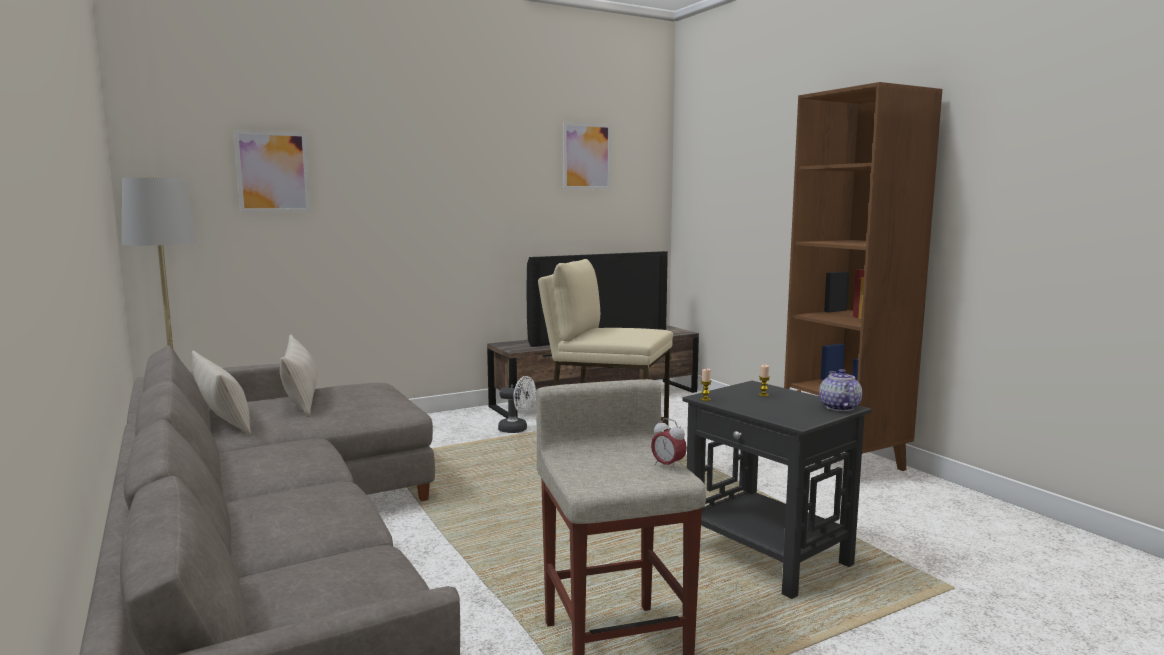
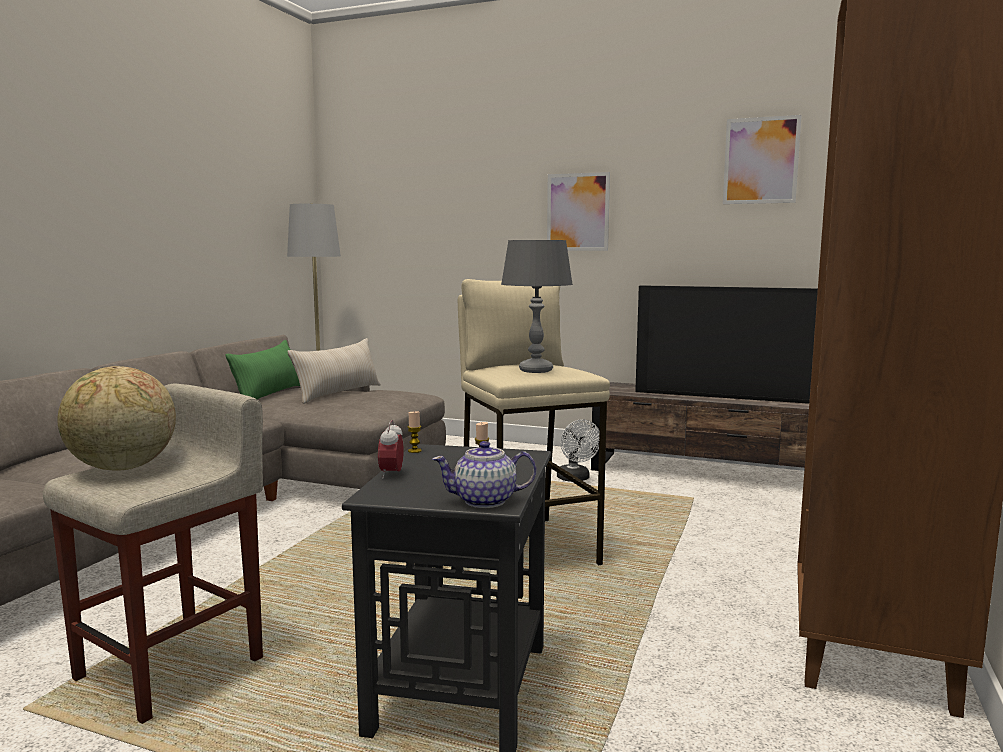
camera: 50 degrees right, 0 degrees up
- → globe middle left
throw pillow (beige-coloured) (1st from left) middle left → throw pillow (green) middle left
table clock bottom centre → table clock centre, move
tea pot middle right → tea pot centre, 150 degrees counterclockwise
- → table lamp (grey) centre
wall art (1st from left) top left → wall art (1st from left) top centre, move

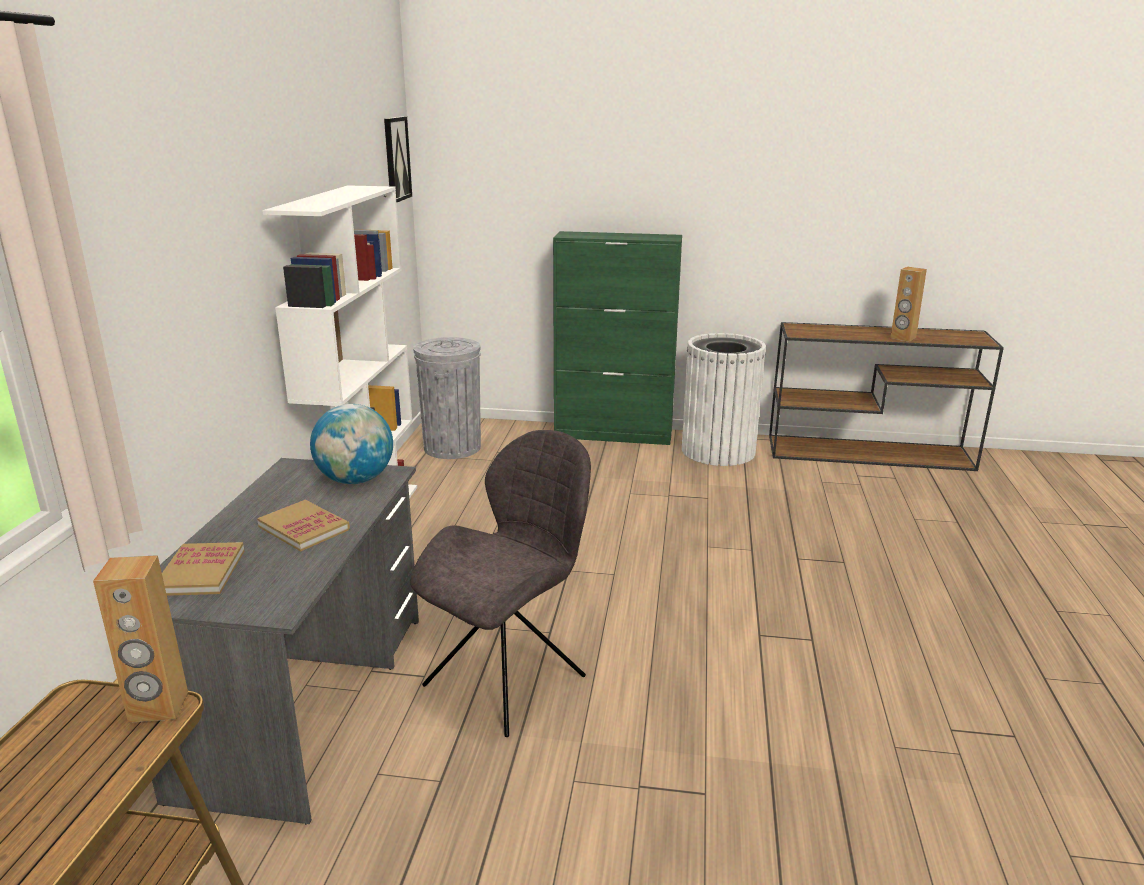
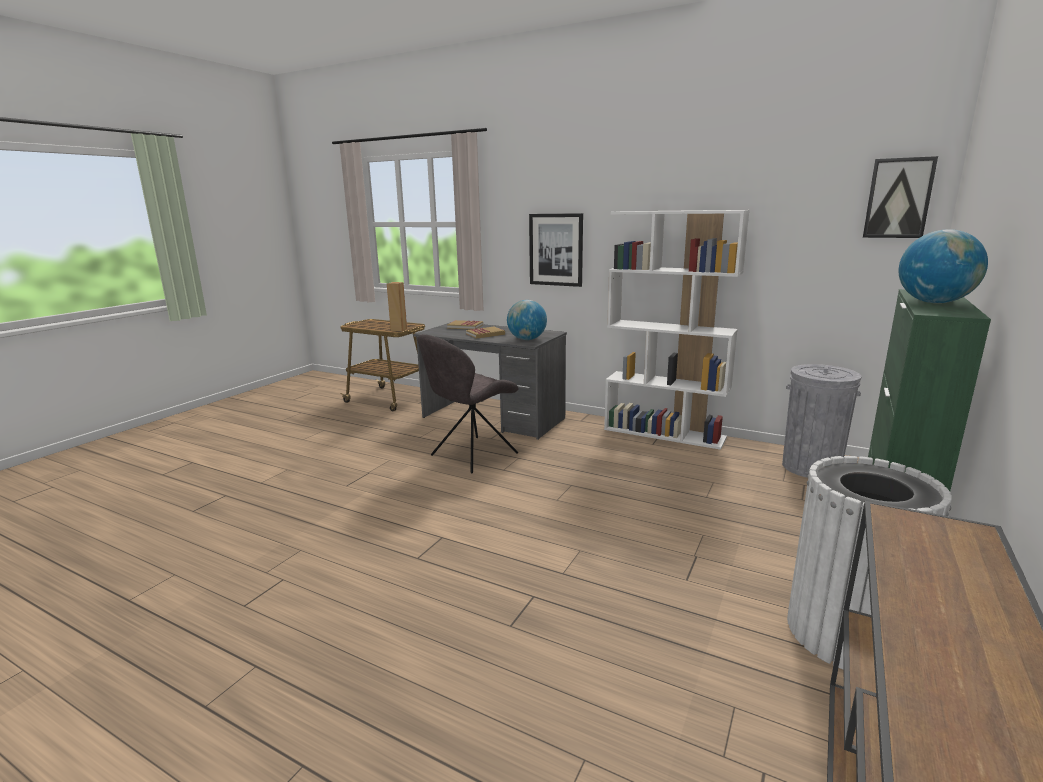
camera: 110 degrees right, 5 degrees down
plain chair (grey) centre, 75 degrees clockwise
- → wall art (1st from left) top centre
- → globe (2nd from left) middle right
loudspeaker (brown) (2nd from left) middle right → -

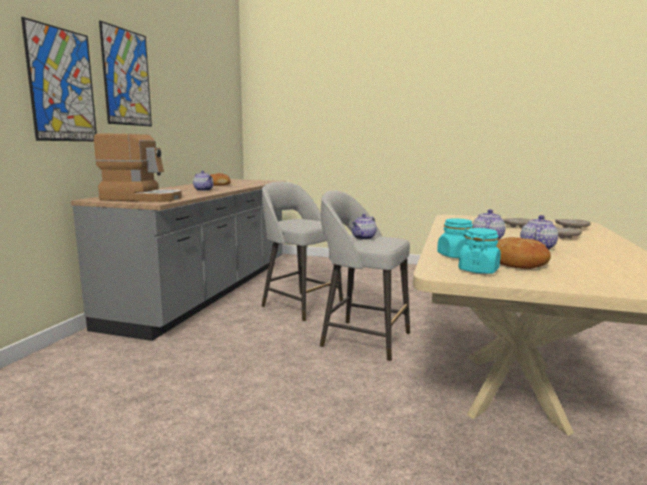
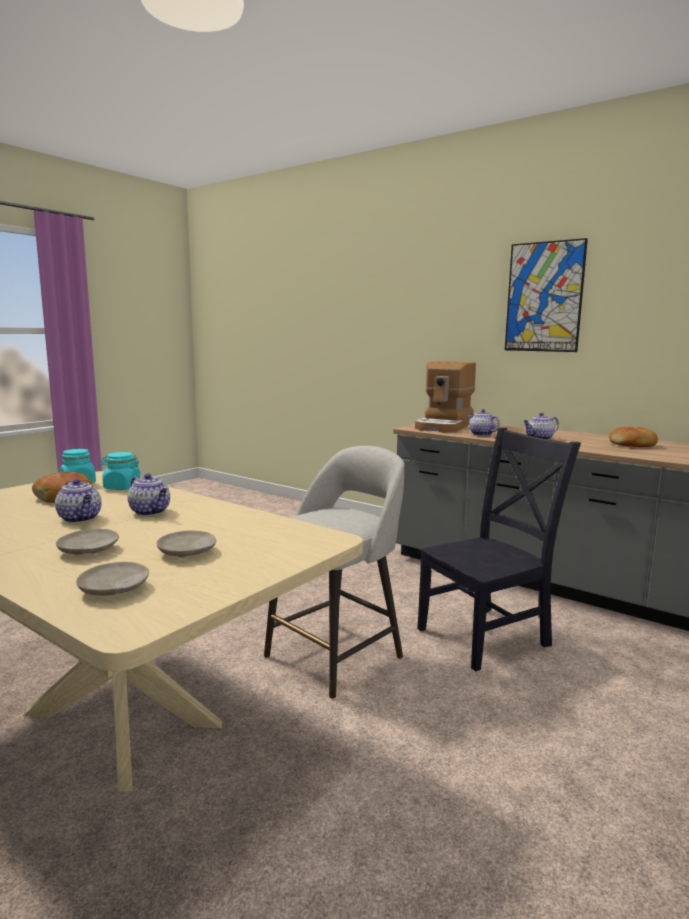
camera: 110 degrees right, 0 degrees up
stool (grey) (1st from left) centre → plain chair (black-coloured) middle right
tea pot (2nd from left in the first image) centre → tea pot (3rd from left) middle right, move
wall art (1st from left) top left → -

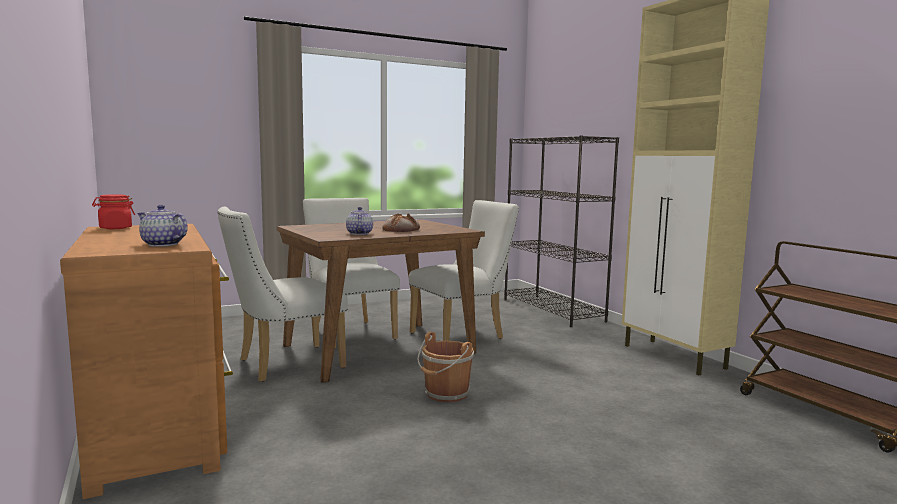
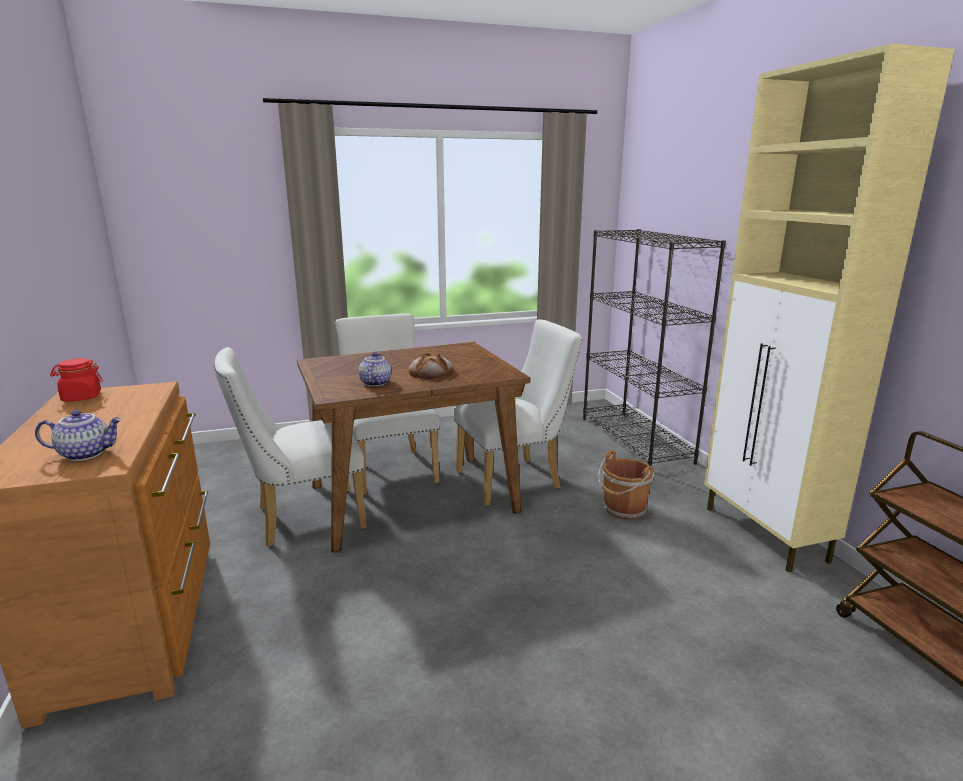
camera: 10 degrees right, 10 degrees up
tea pot (1st from left) middle left, 135 degrees clockwise
water bucket (brown) bottom centre → water bucket (brown) centre, move

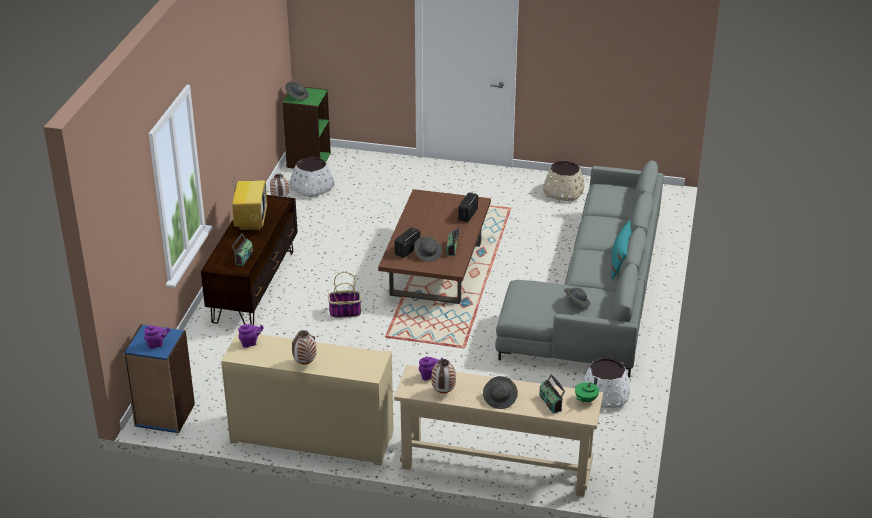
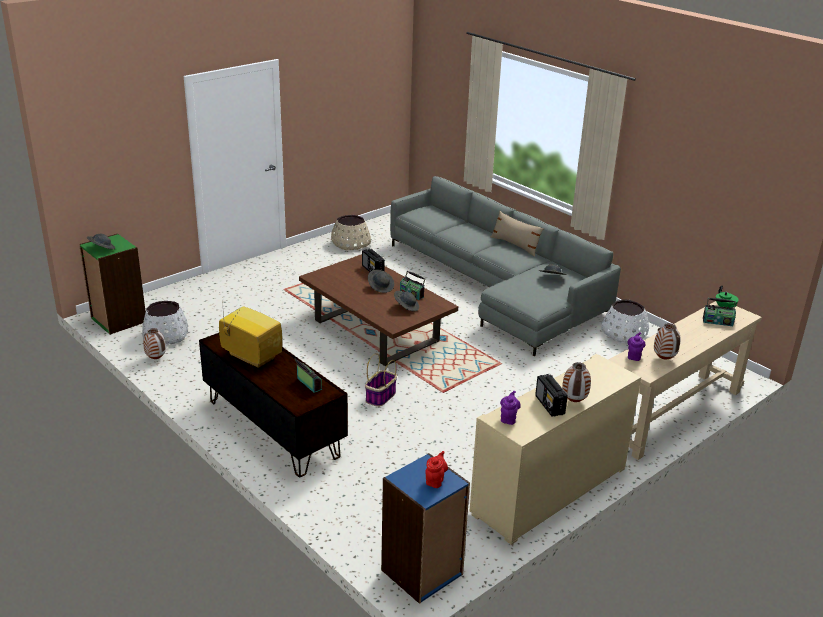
camera: 55 degrees left, 5 degrees down
clothing hat (grey) (3rd from left in the first image) bottom centre → clothing hat (grey) (2nd from left) centre, move
tea pot (purple-coloured) (1st from left) middle left → tea pot (reddish) bottom centre
throw pillow (turquoise-coloured) middle right → throw pillow (beige-coloured) centre
radio (2nd from left in the first image) centre → radio (4th from left) middle right, move

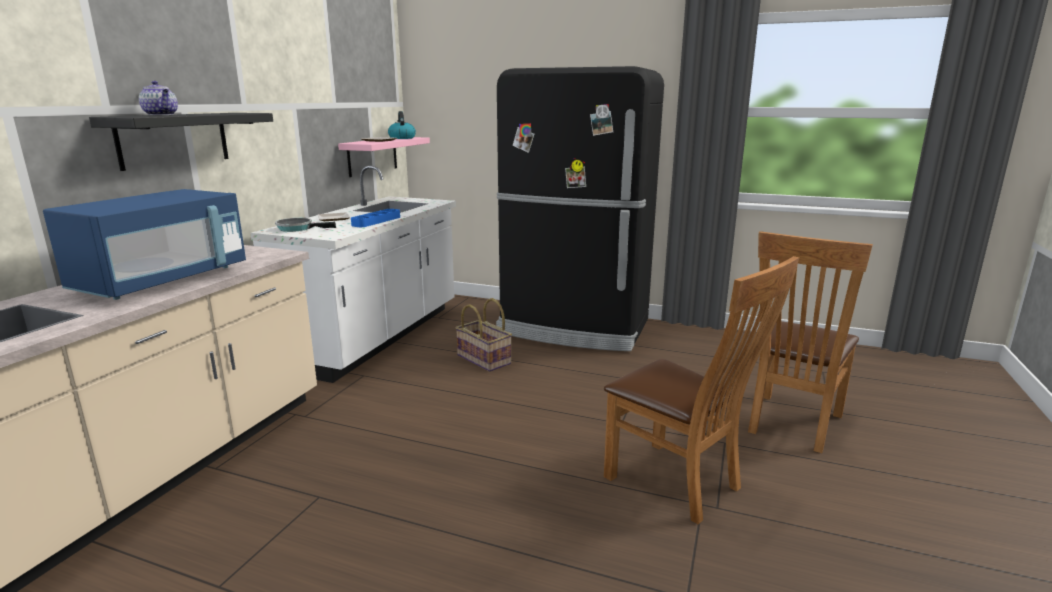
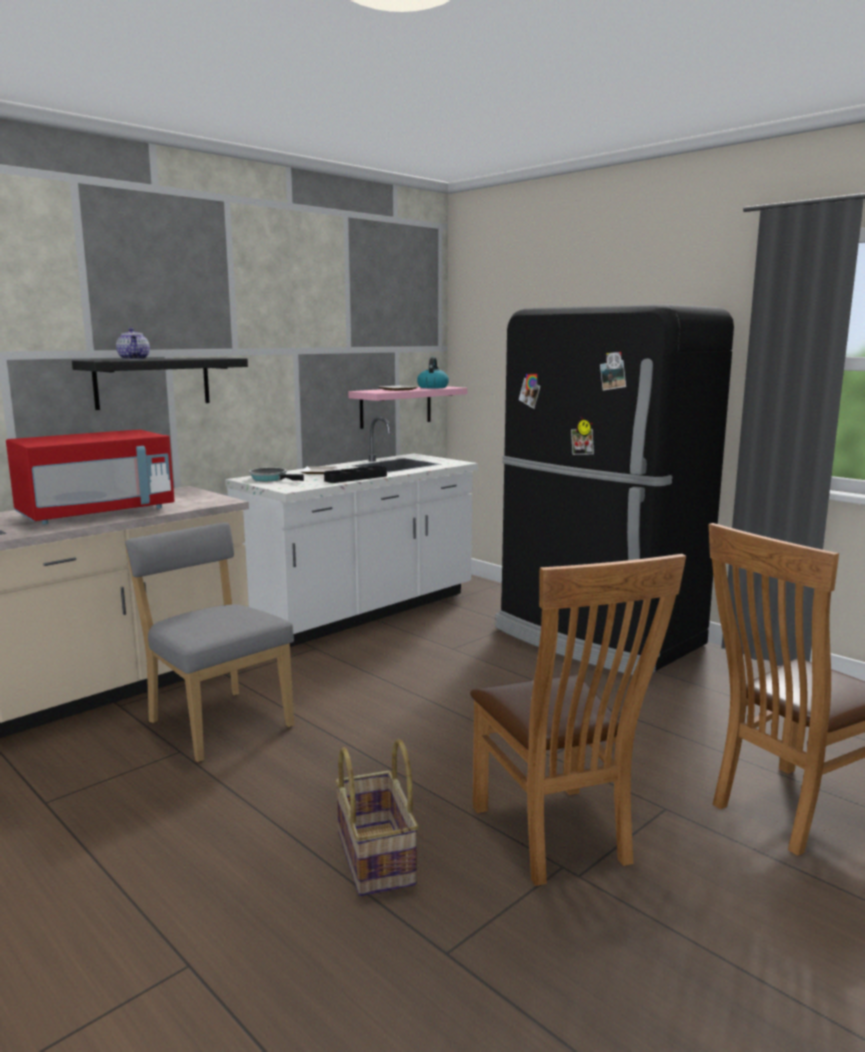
camera: 25 degrees right, 5 degrees down
microwave oven (bluish) middle left → microwave oven (reddish) middle left
- → plain chair (grey) middle left
carrying tray (bluish) centre → carrying tray (black-coloured) centre
basket centre → basket bottom centre, move

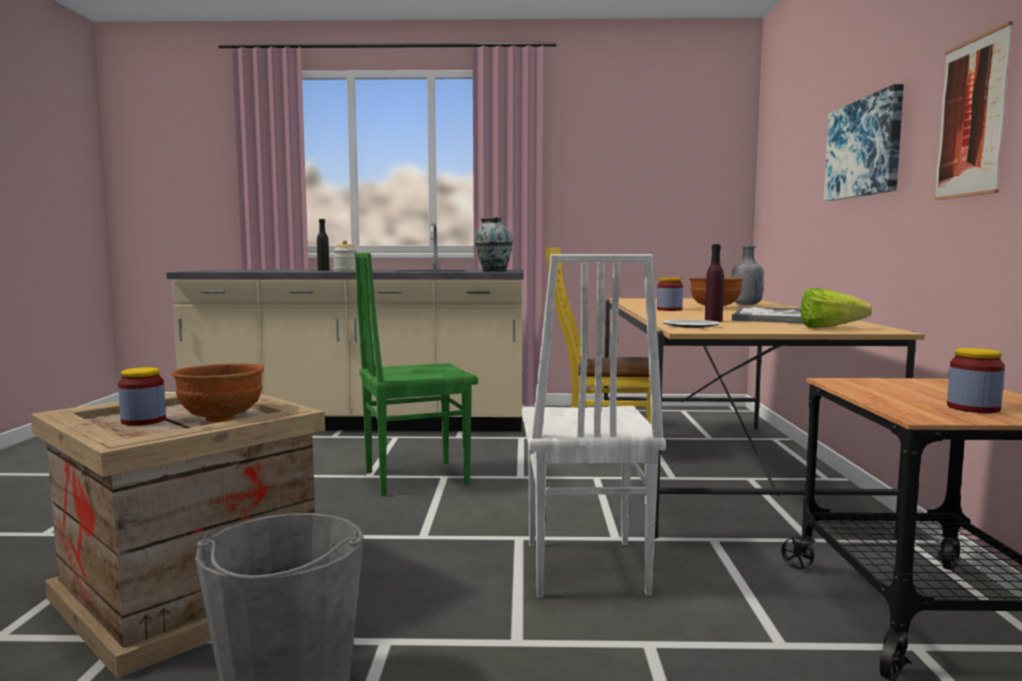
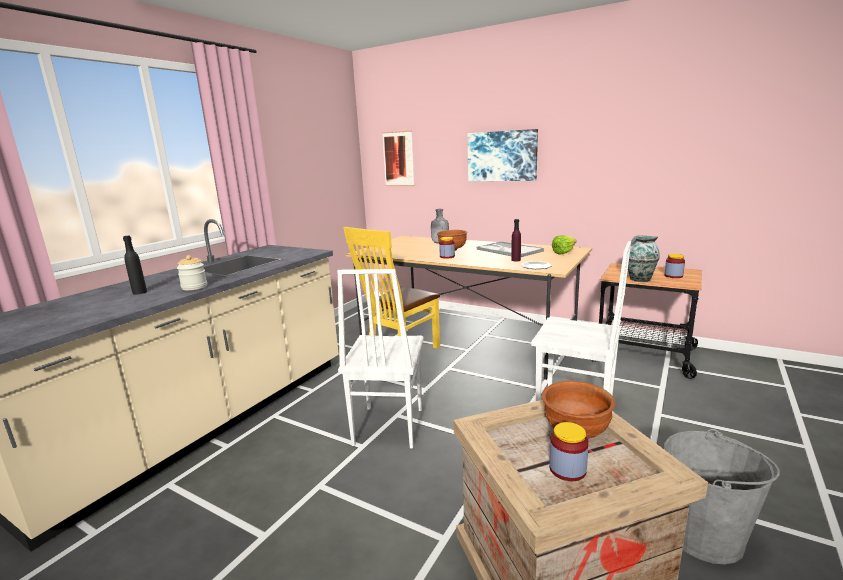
camera: 60 degrees left, 10 degrees up
plain chair (green) centre → plain chair (white-coloured) (1st from left) centre
wall art (2nd from left in the first image) top right → wall art (1st from left) top centre, move
vase centre → vase middle right, move

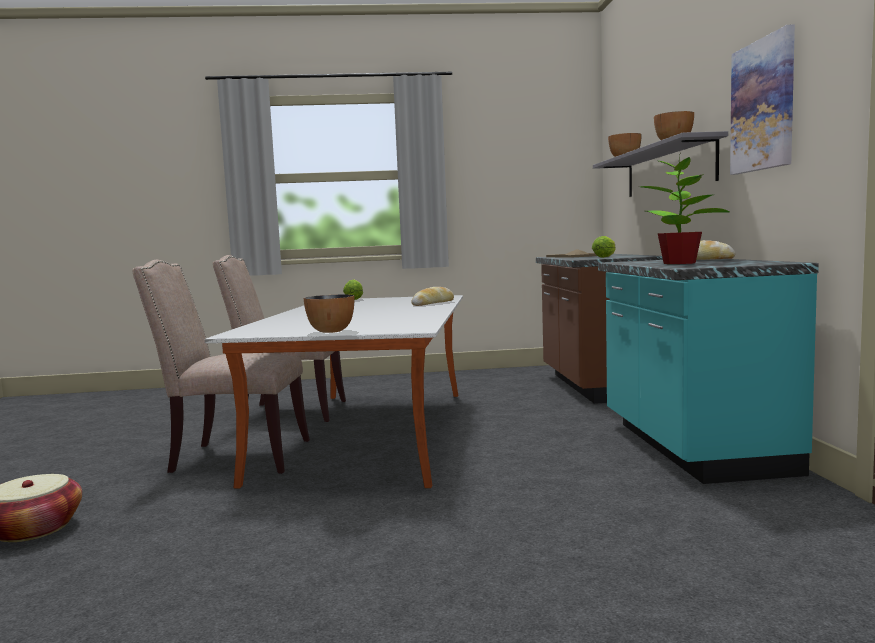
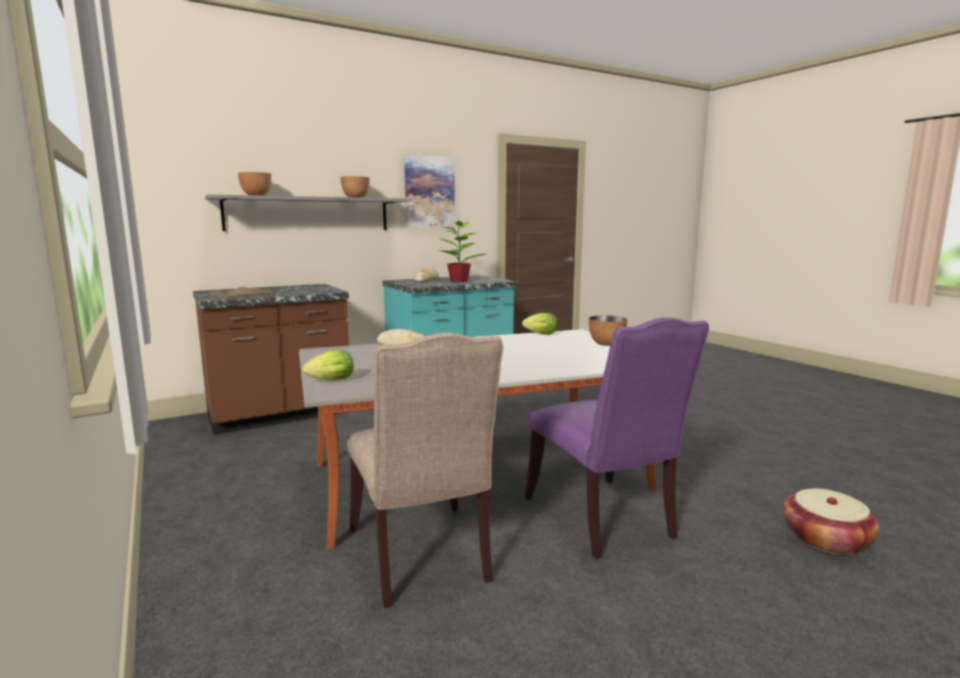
camera: 115 degrees left, 5 degrees up
lettuce head (2nd from left) middle right → lettuce head (2nd from left) centre, move
plain chair (beige-coloured) (1st from left) middle left → plain chair (purple-coloured) centre

